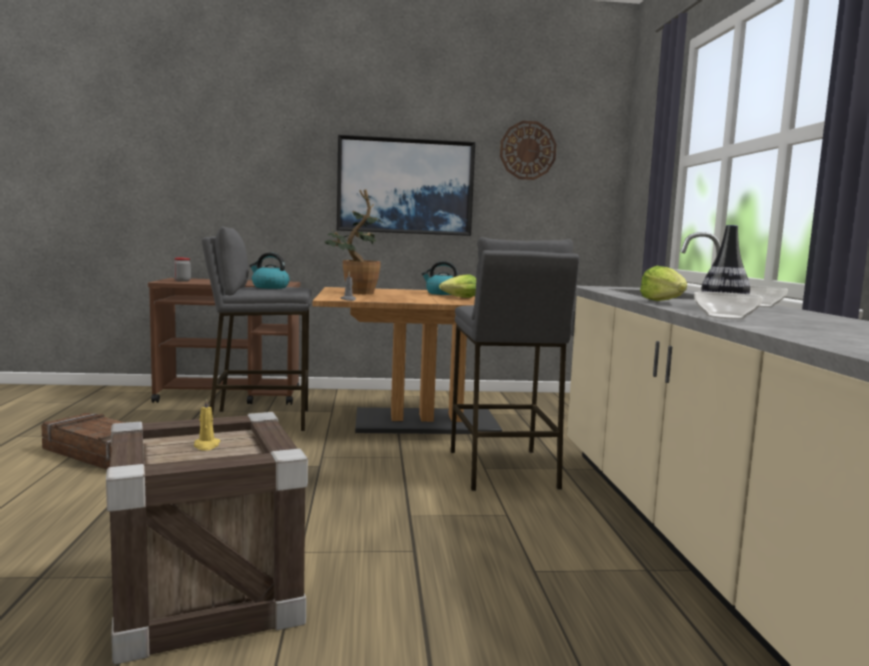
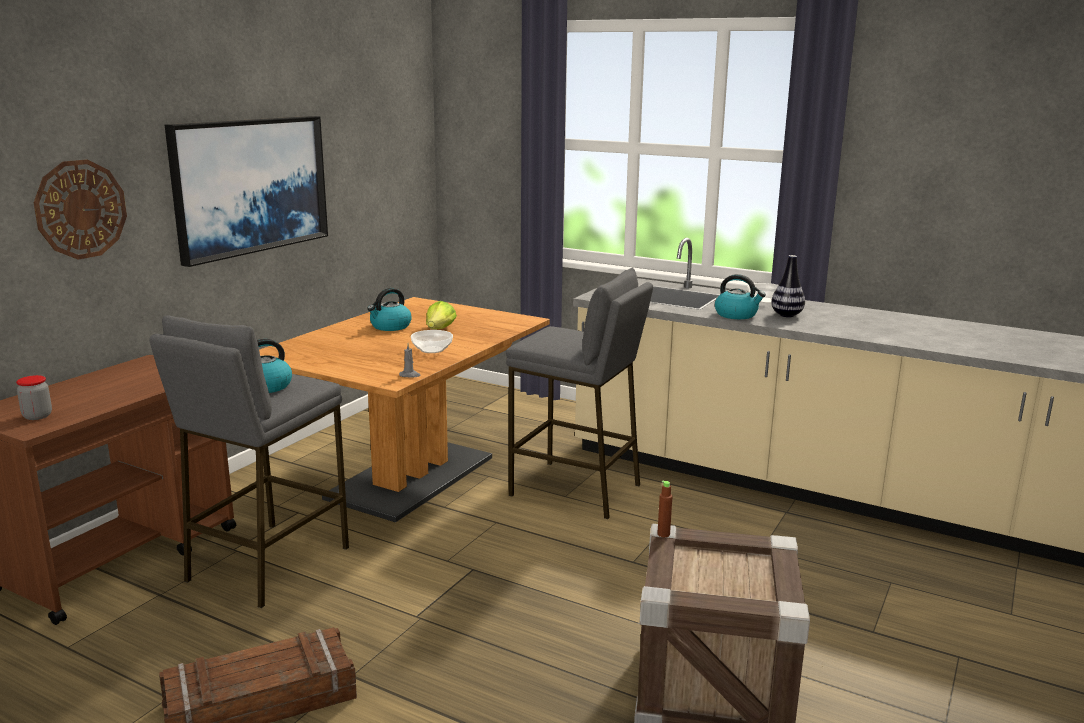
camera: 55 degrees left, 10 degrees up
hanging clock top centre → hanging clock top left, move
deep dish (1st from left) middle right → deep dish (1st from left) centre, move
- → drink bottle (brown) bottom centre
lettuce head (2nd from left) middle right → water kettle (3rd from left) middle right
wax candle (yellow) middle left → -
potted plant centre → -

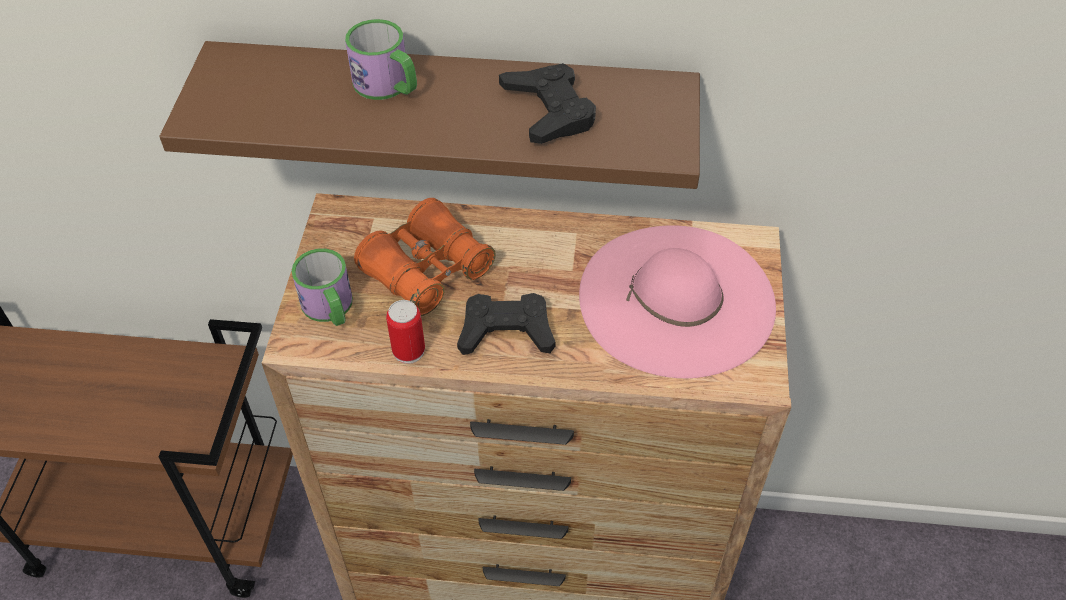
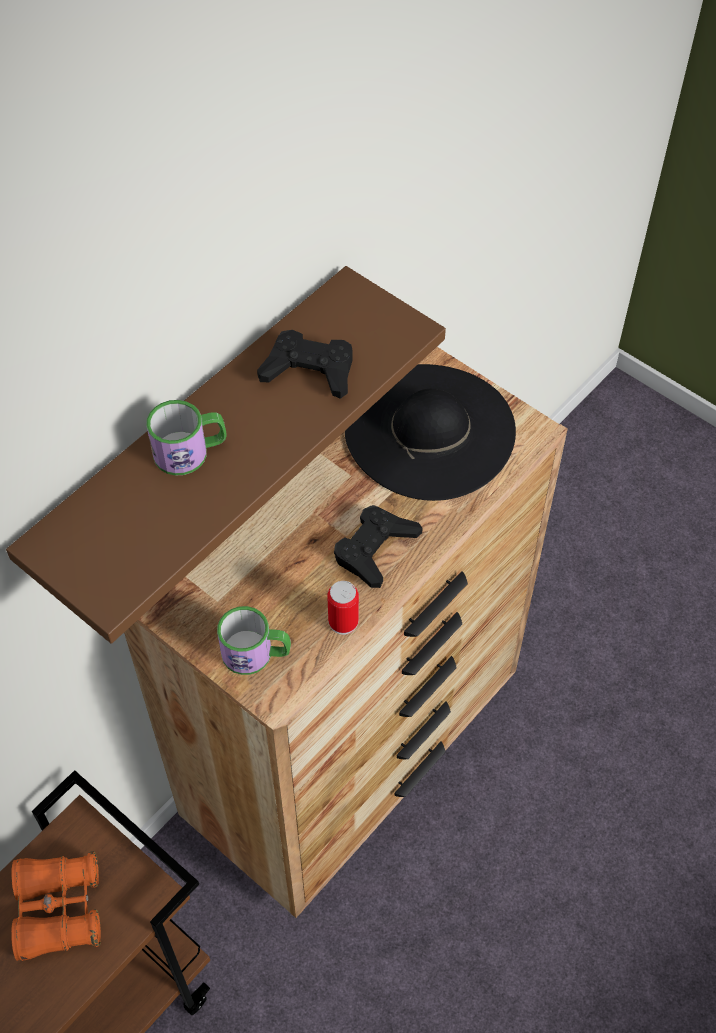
camera: 55 degrees left, 5 degrees up
field glasses (orangey) centre → field glasses (orangey) bottom left, move
clothing hat (pink) centre → clothing hat (black-coloured) centre

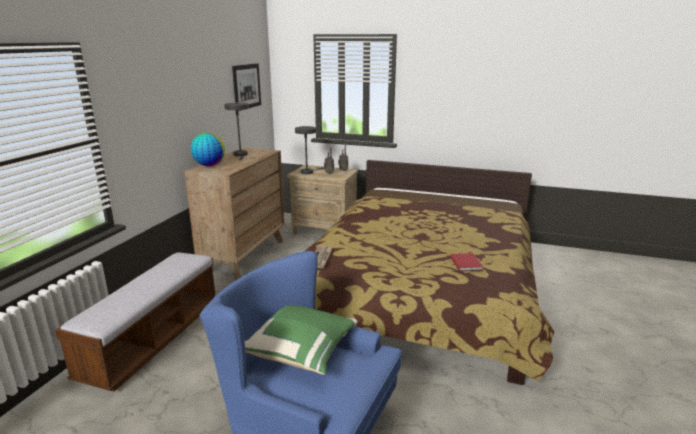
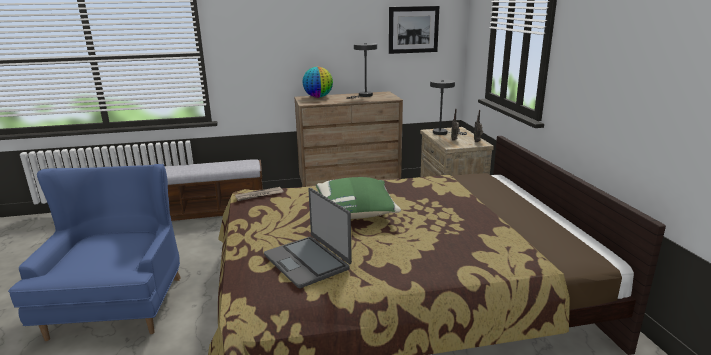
camera: 60 degrees right, 0 degrees up
bound book (reddish) middle right → notebook computer bottom centre
throw pillow (green) bottom centre → throw pillow (green) centre, move

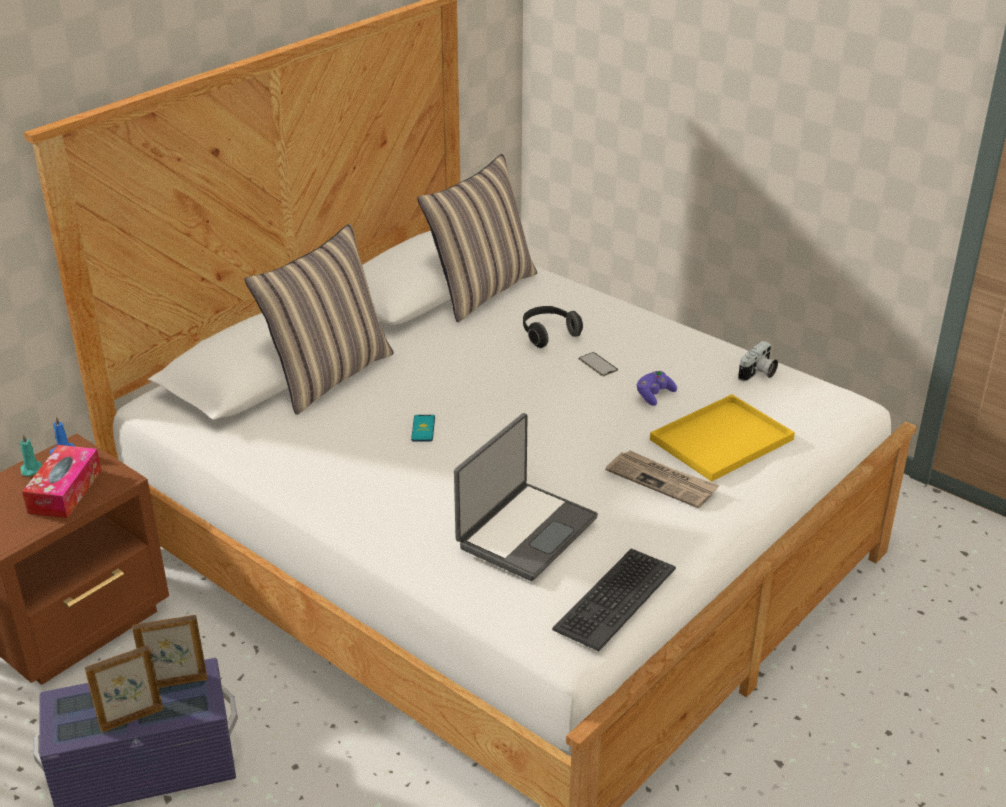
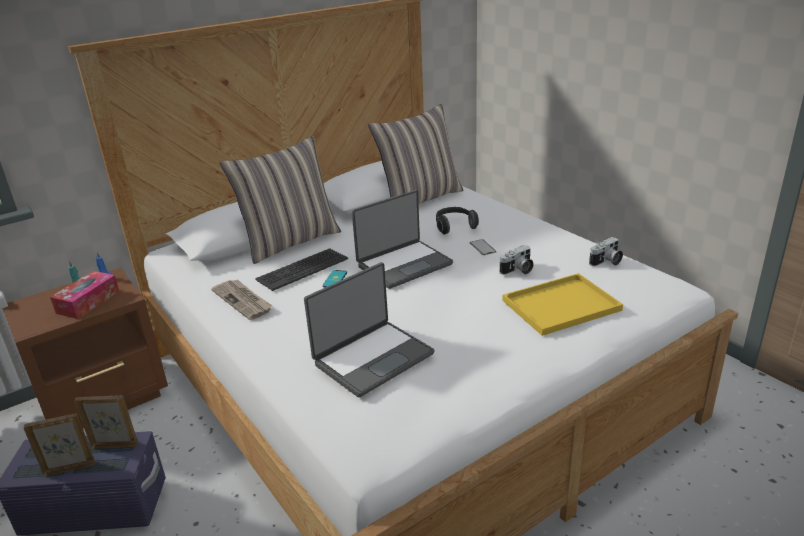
camera: 15 degrees right, 5 degrees down
newspaper centre → newspaper middle left, move
keyboard bottom centre → keyboard centre, move
- → notebook computer (2nd from left) centre
gamepad (purple-coloured) centre → photo camera (1st from left) centre

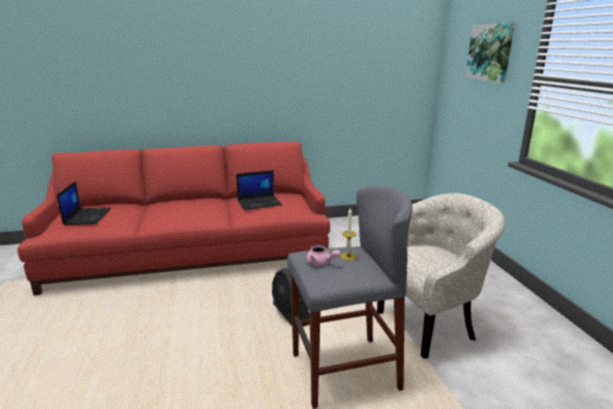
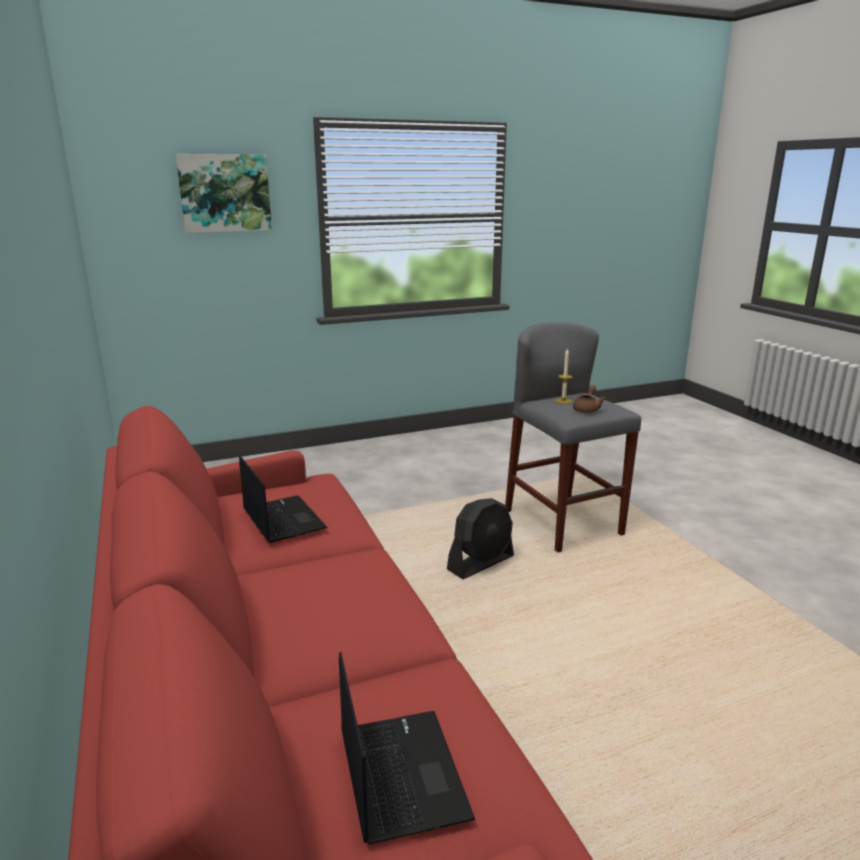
camera: 100 degrees left, 0 degrees up
notebook computer (1st from left in the first image) middle left → notebook computer (2nd from left) bottom centre, 90 degrees clockwise
tea pot (pink) centre → tea pot (brown) middle right
lounge chair (beige-coloured) bottom right → -

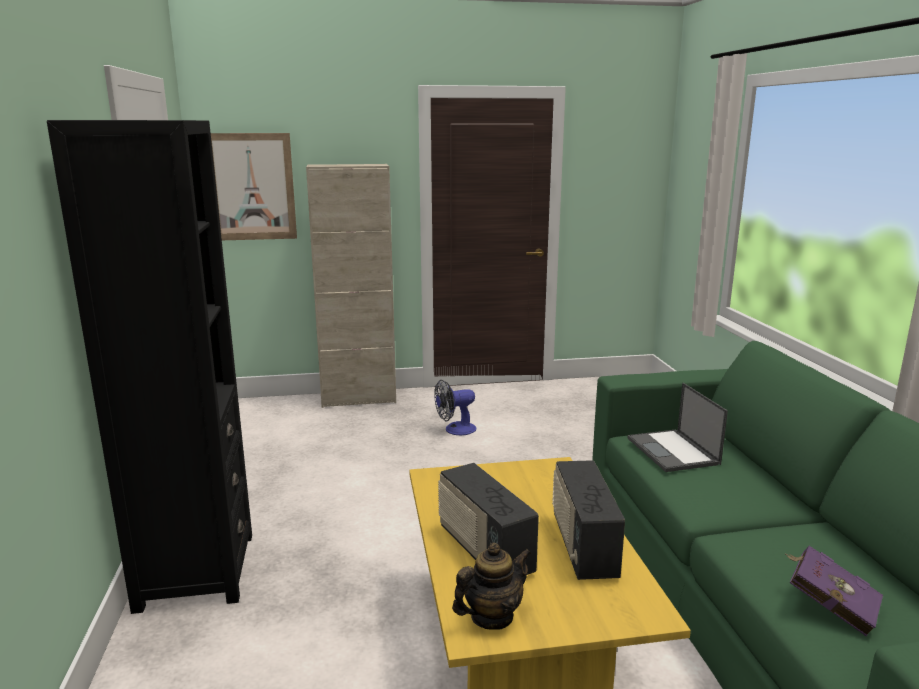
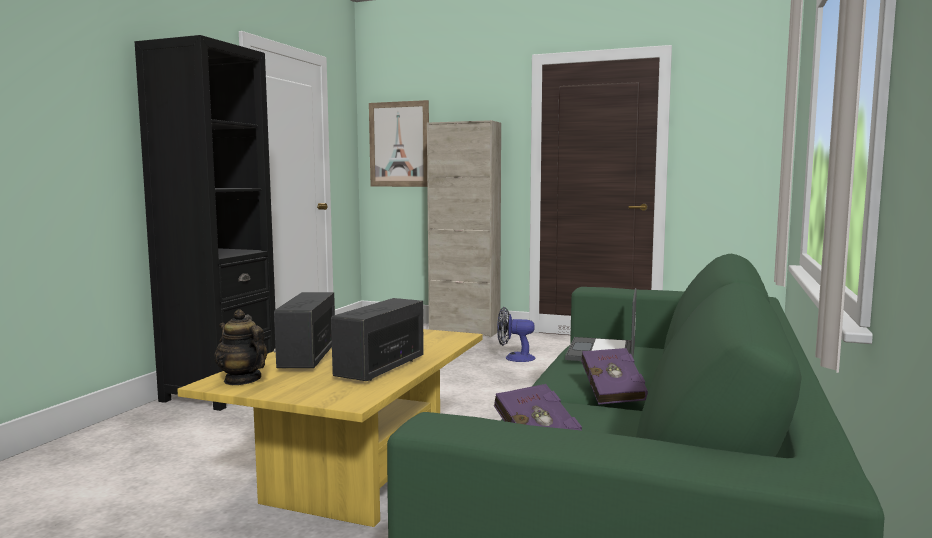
camera: 30 degrees right, 10 degrees down
tea pot bottom centre → tea pot middle left, 135 degrees counterclockwise
- → bound book (purple-coloured) (2nd from left) bottom centre

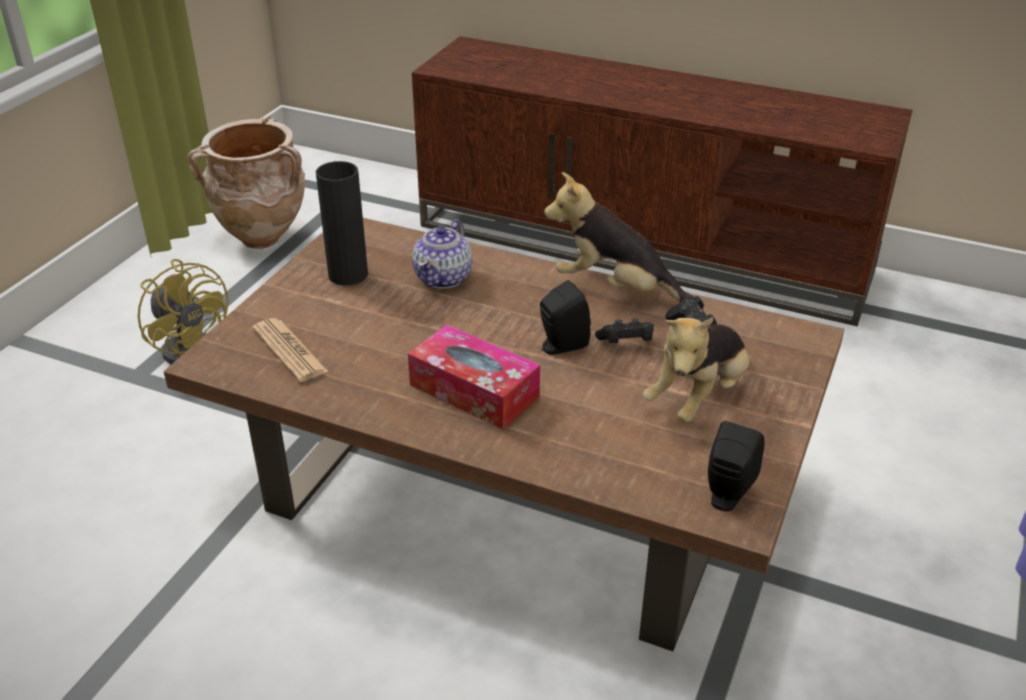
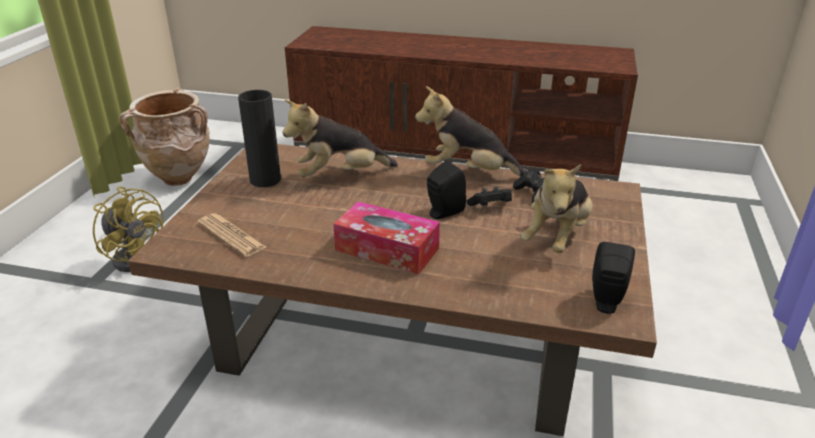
camera: 10 degrees left, 5 degrees down
tea pot centre → cuddly toy (1st from left) top centre

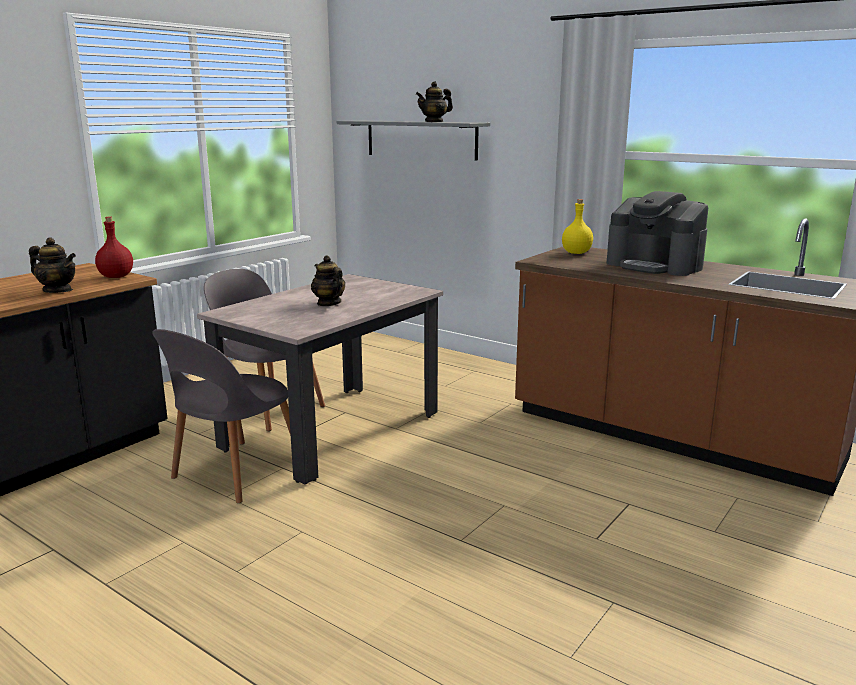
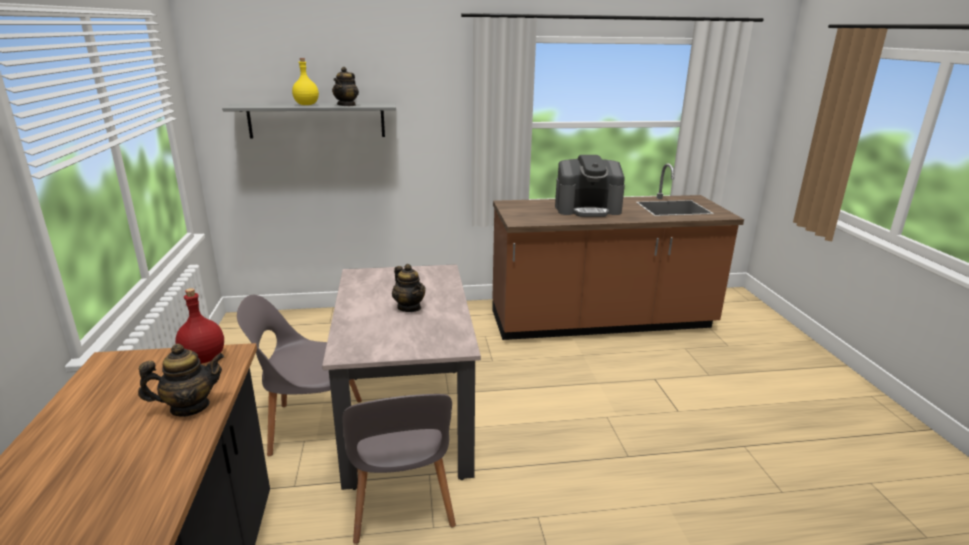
camera: 45 degrees left, 5 degrees up
drink bottle (yellow) top right → drink bottle (yellow) top left, move
tea pot (2nd from left in the first image) centre → tea pot (3rd from left) centre, 135 degrees counterclockwise

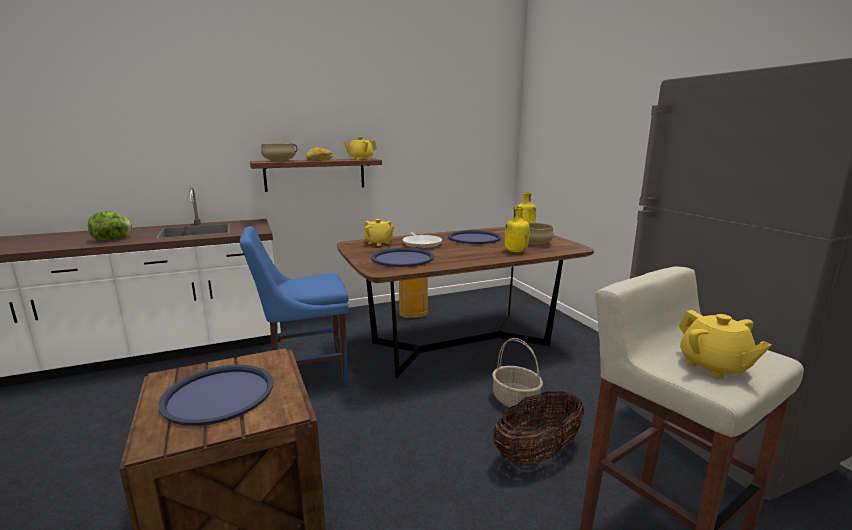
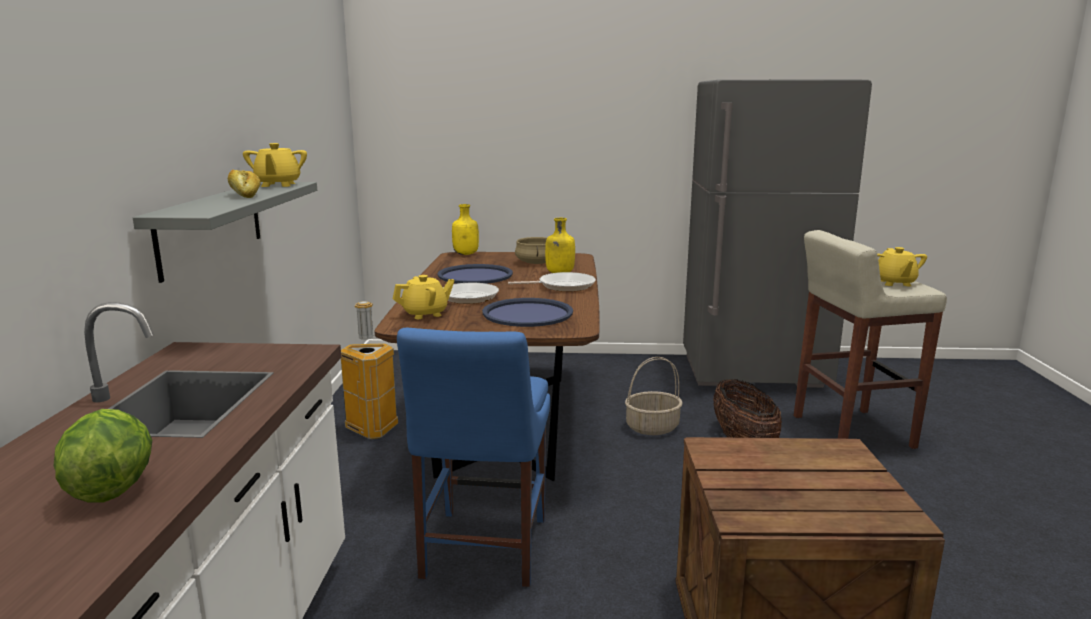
camera: 65 degrees left, 0 degrees up
shelf (brown) top centre → shelf (grey) middle left
- → pan (2nd from left) centre
tea pot (yellow) (3rd from left) middle right, 90 degrees clockwise
carrying tray (bluish) (1st from left) bottom left → -
stockpot (beige-coloured) (1st from left) top left → -

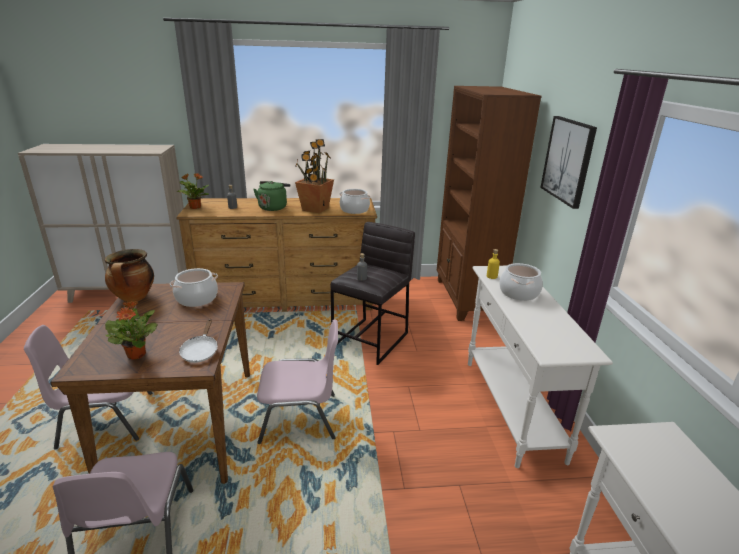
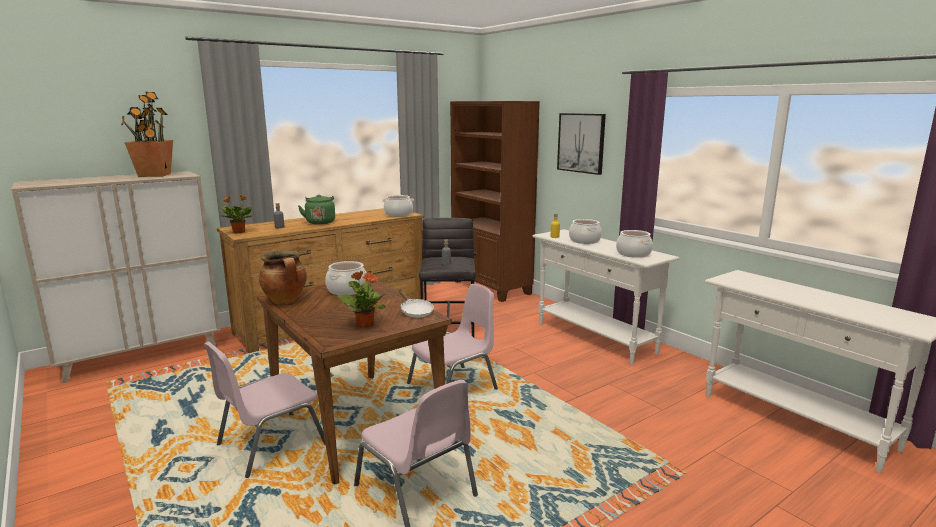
camera: 30 degrees left, 10 degrees down
potted plant (3rd from left in the first image) top centre → potted plant (1st from left) top left, move
- → stockpot (5th from left) middle right

